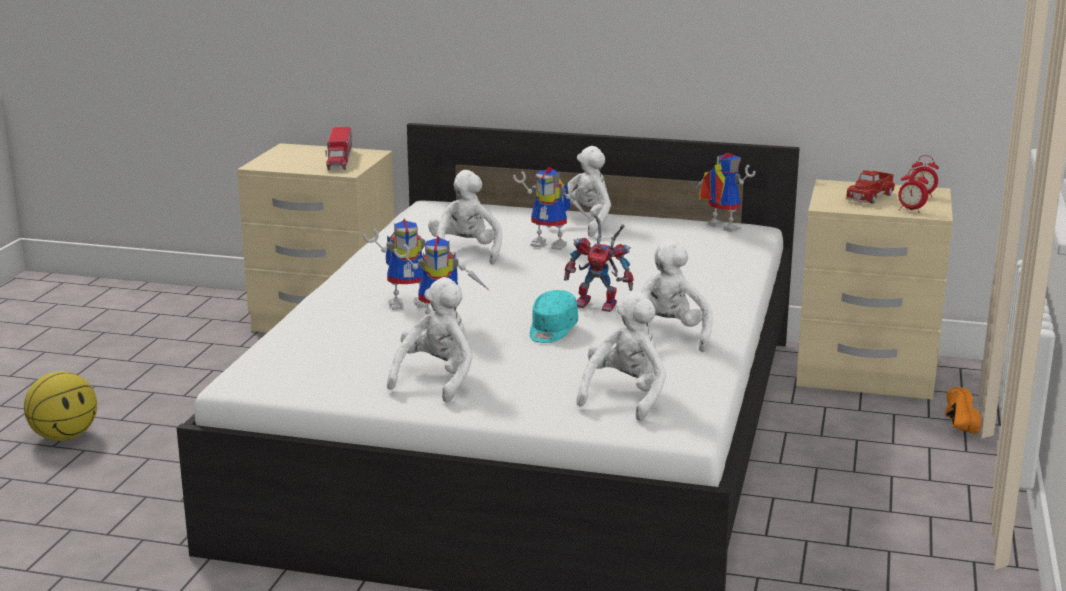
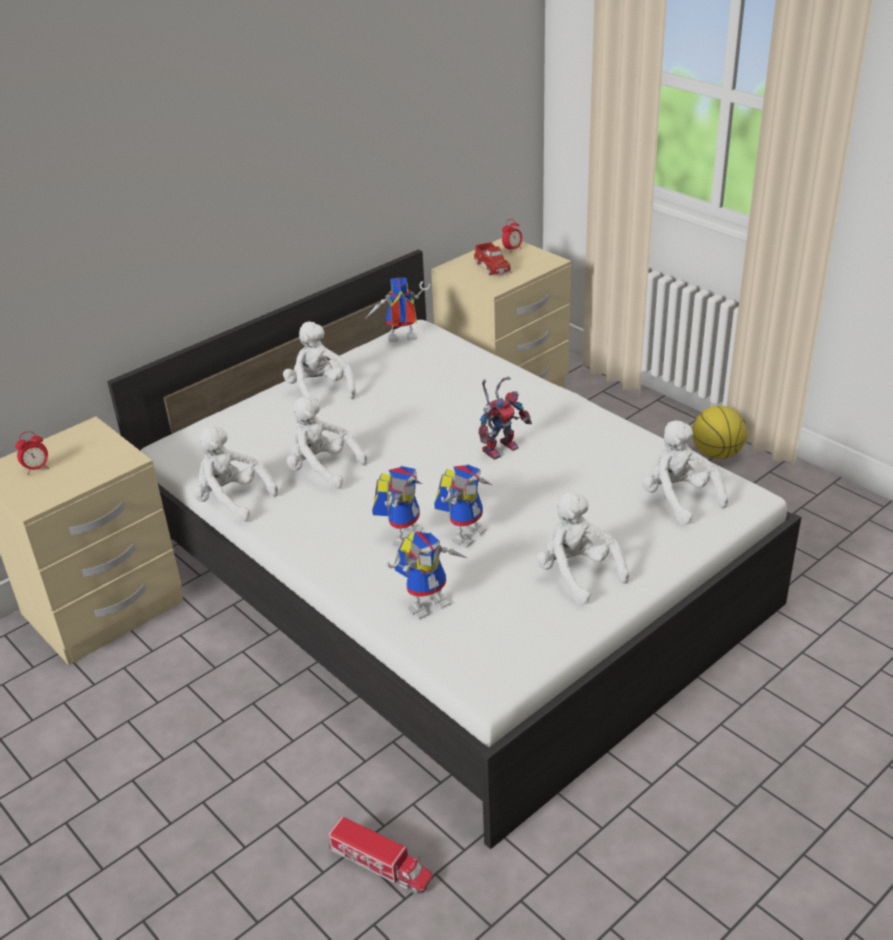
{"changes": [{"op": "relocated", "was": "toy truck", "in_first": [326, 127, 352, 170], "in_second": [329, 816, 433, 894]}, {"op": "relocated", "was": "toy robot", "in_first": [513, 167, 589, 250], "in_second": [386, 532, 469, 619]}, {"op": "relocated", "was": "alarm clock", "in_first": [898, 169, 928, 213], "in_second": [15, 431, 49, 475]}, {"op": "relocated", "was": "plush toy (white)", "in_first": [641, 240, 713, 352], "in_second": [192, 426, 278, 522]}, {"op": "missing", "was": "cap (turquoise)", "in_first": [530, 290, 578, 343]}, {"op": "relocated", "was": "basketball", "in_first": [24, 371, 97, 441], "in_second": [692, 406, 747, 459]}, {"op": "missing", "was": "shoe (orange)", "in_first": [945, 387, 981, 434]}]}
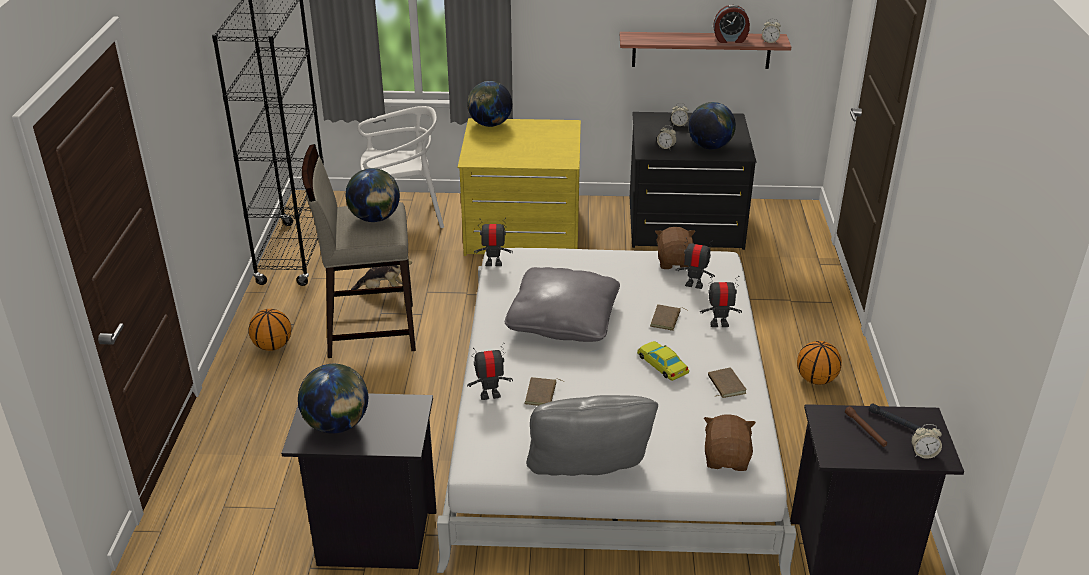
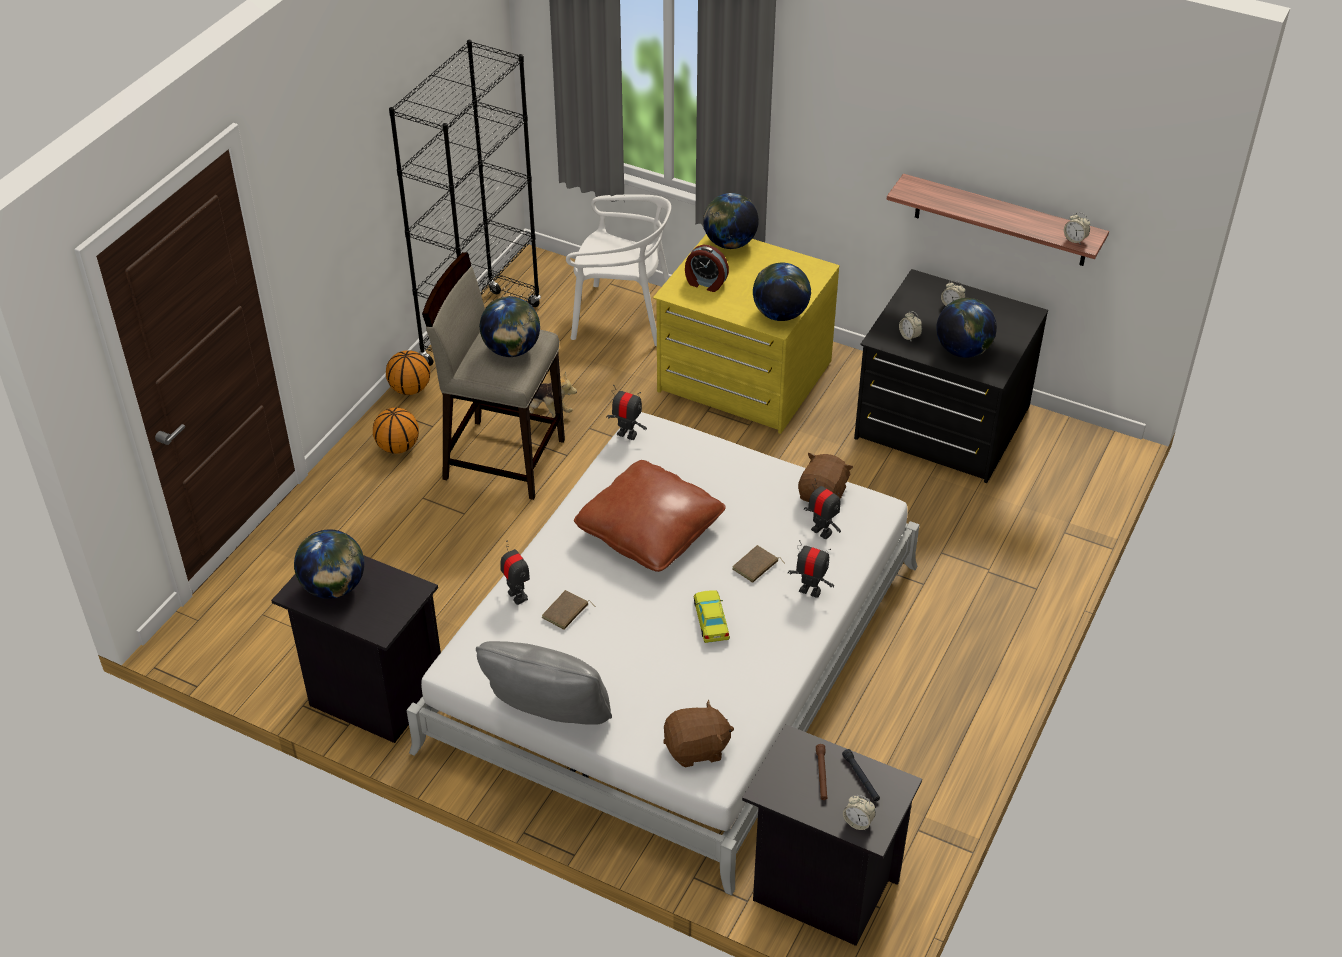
{"changes": [{"op": "relocated", "was": "alarm clock", "in_first": [713, 5, 750, 43], "in_second": [685, 245, 729, 292]}, {"op": "colour", "was": "pillow (grey)", "now": "pillow (brown)", "in_first": [505, 267, 620, 342], "in_second": [574, 460, 726, 572]}, {"op": "relocated", "was": "basketball", "in_first": [797, 341, 842, 385], "in_second": [386, 350, 430, 395]}, {"op": "spun", "was": "toy robot", "in_first": [467, 343, 513, 400], "in_second": [500, 541, 530, 605], "clockwise": 45}, {"op": "missing", "was": "book (brown)", "in_first": [708, 367, 747, 398]}, {"op": "spun", "was": "plush toy (brown)", "in_first": [704, 414, 756, 471], "in_second": [663, 700, 734, 767], "clockwise": 45}, {"op": "appeared", "now": "globe", "in_second": [753, 263, 811, 321]}]}
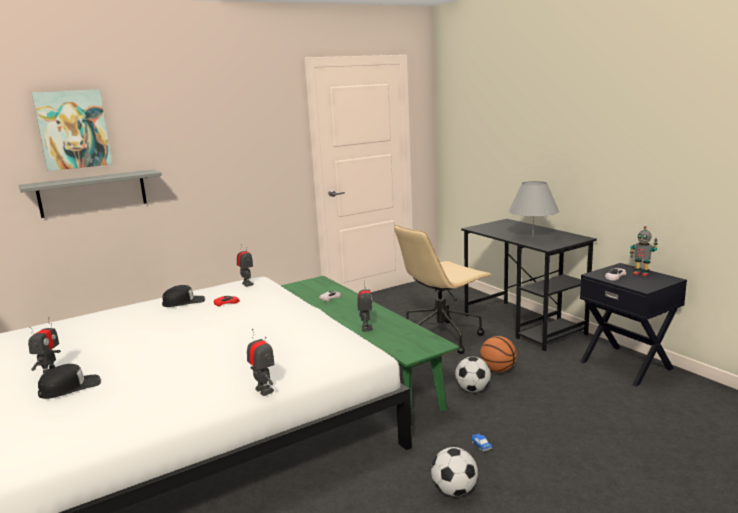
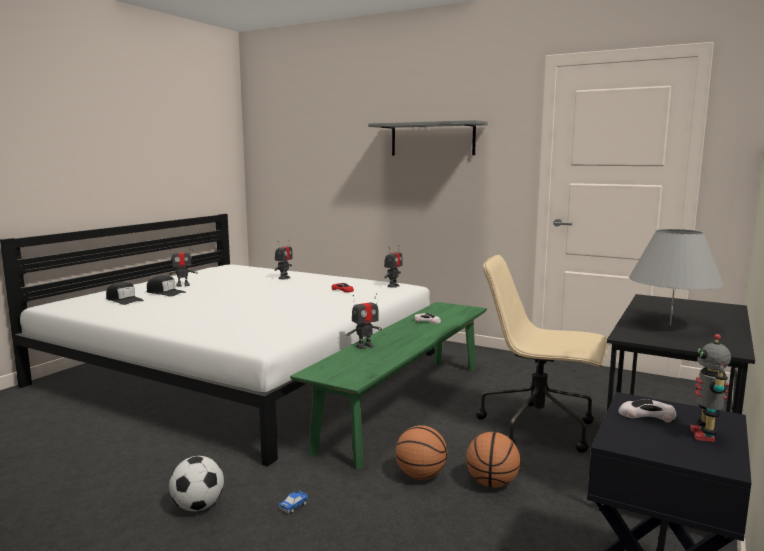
{"changes": [{"op": "missing", "was": "picture", "in_first": [32, 89, 113, 171]}, {"op": "relocated", "was": "shelf (grey)", "in_first": [19, 169, 162, 218], "in_second": [368, 120, 488, 155]}, {"op": "relocated", "was": "cap (black)", "in_first": [162, 285, 205, 307], "in_second": [106, 281, 144, 305]}, {"op": "relocated", "was": "toy robot", "in_first": [247, 329, 274, 396], "in_second": [275, 241, 293, 279]}, {"op": "exchanged", "was": "football", "now": "basketball", "in_first": [455, 357, 491, 392], "in_second": [395, 425, 448, 480]}]}
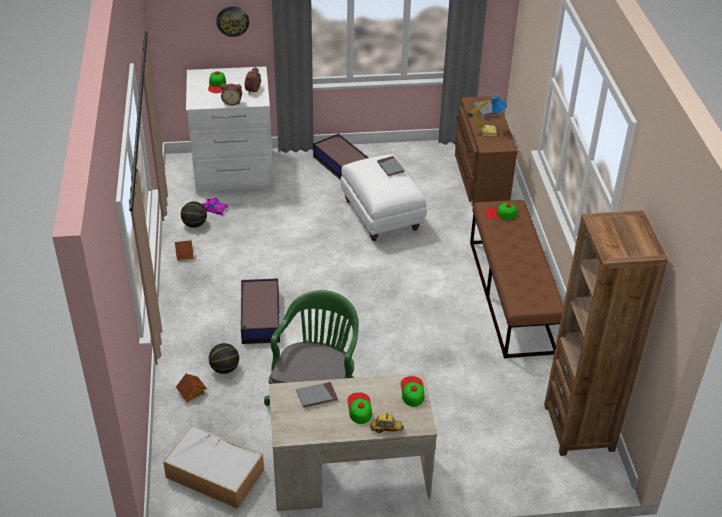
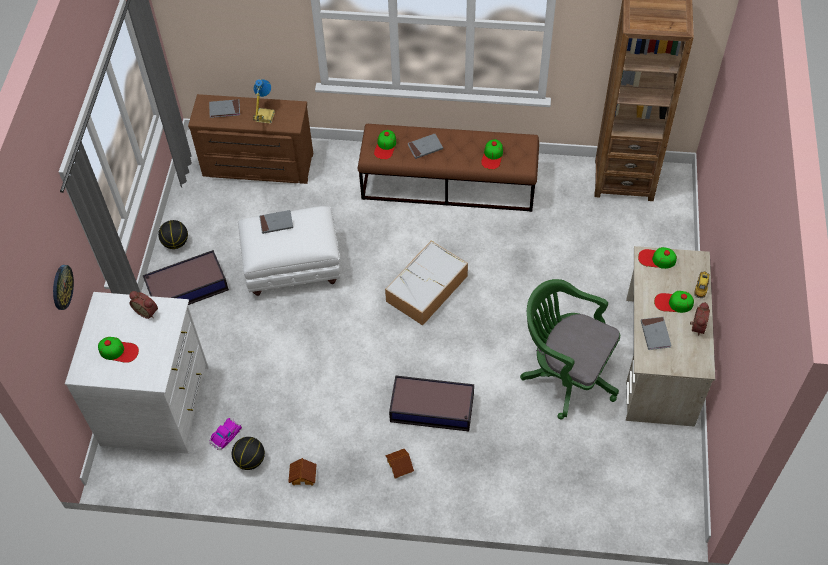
{"changes": [{"op": "relocated", "was": "alarm clock", "in_first": [221, 83, 242, 106], "in_second": [690, 302, 710, 336]}, {"op": "relocated", "was": "basketball", "in_first": [209, 343, 239, 374], "in_second": [158, 220, 188, 249]}, {"op": "relocated", "was": "toy house", "in_first": [176, 373, 207, 402], "in_second": [385, 449, 414, 478]}, {"op": "relocated", "was": "storage box", "in_first": [163, 425, 264, 509], "in_second": [385, 240, 468, 326]}, {"op": "appeared", "now": "book (grey)", "in_second": [408, 134, 443, 159]}, {"op": "appeared", "now": "cap", "in_second": [481, 139, 503, 170]}]}
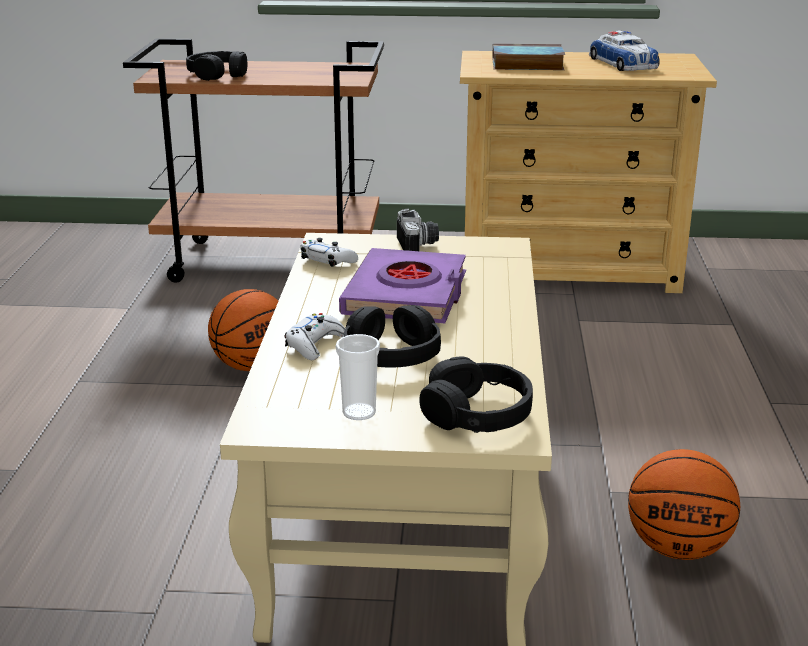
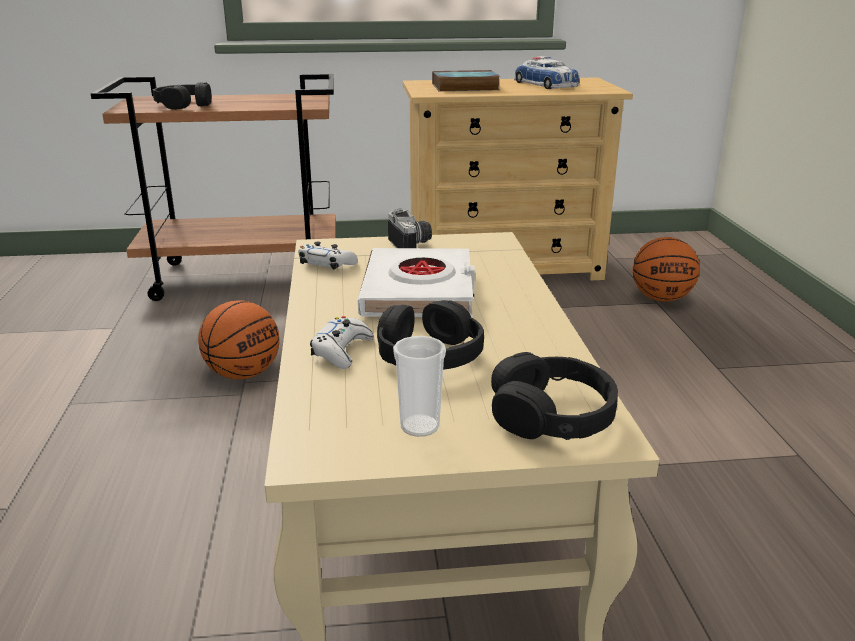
{"changes": [{"op": "colour", "was": "book (purple)", "now": "book (white)", "in_first": [339, 248, 466, 323], "in_second": [358, 248, 475, 318]}, {"op": "relocated", "was": "basketball", "in_first": [628, 449, 740, 560], "in_second": [632, 237, 700, 302]}]}
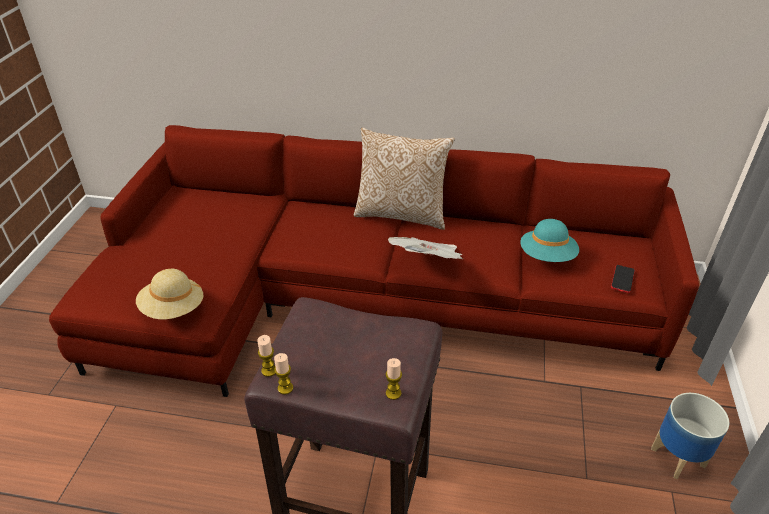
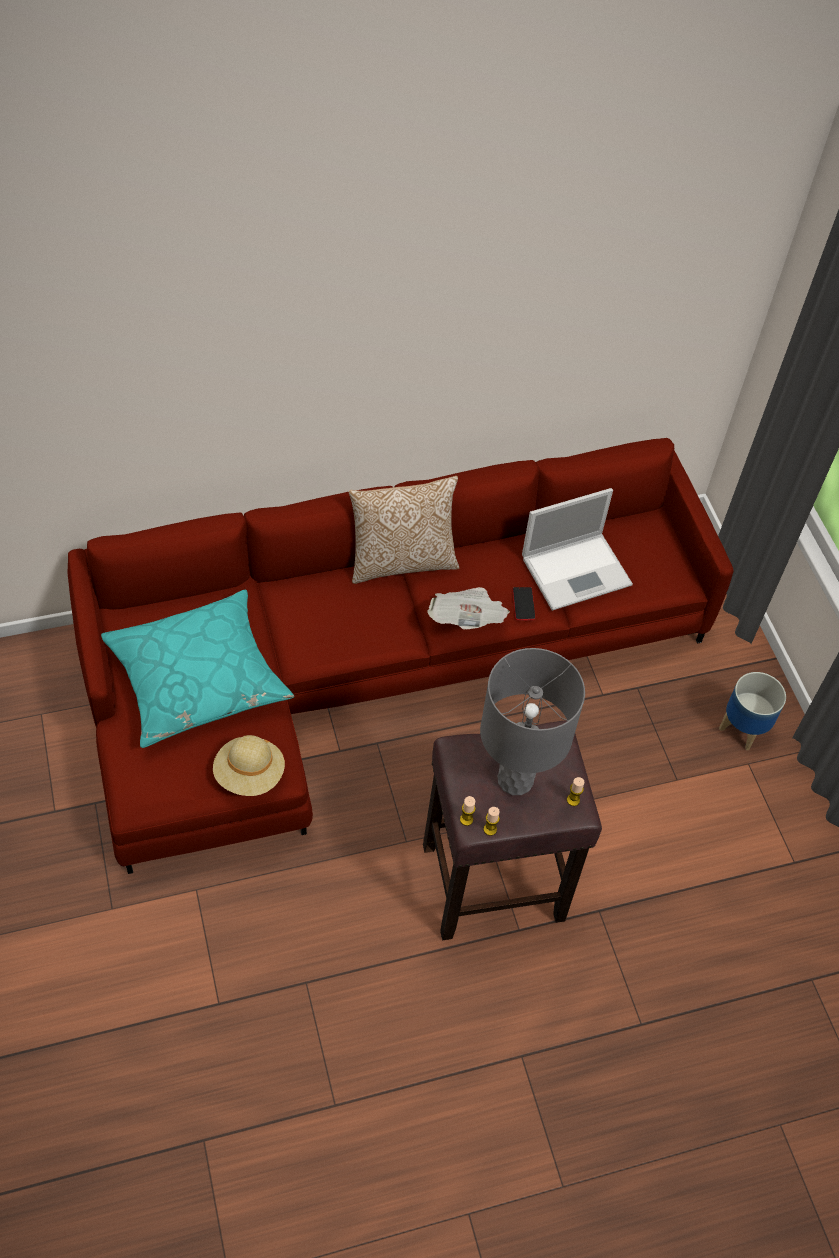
{"changes": [{"op": "exchanged", "was": "hat (turquoise)", "now": "laptop", "in_first": [520, 219, 579, 262], "in_second": [522, 488, 633, 611]}, {"op": "relocated", "was": "phone", "in_first": [611, 265, 635, 293], "in_second": [513, 587, 535, 620]}, {"op": "appeared", "now": "pillow (turquoise)", "in_second": [101, 590, 294, 748]}, {"op": "appeared", "now": "table lamp (grey)", "in_second": [480, 648, 585, 795]}]}
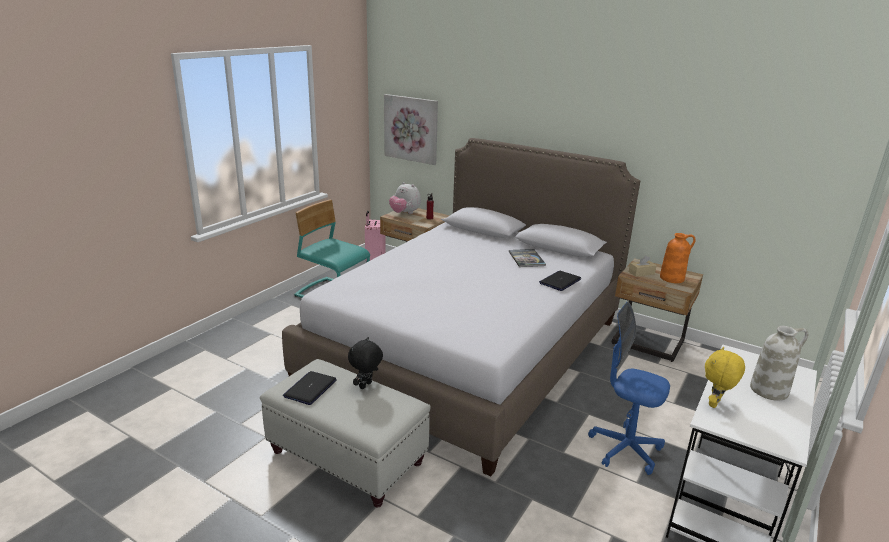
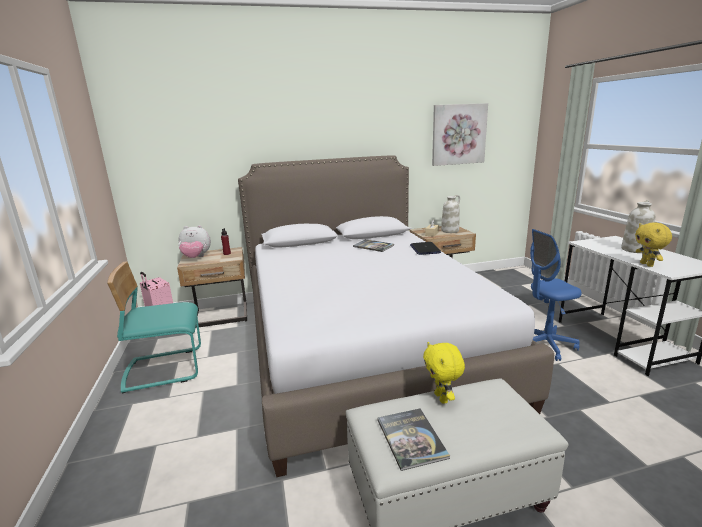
{"changes": [{"op": "relocated", "was": "picture", "in_first": [384, 94, 438, 165], "in_second": [432, 103, 488, 166]}, {"op": "colour", "was": "vase (orange)", "now": "vase (white)", "in_first": [660, 233, 696, 283], "in_second": [441, 195, 460, 233]}, {"op": "colour", "was": "plush toy (black)", "now": "plush toy (yellow)", "in_first": [348, 337, 383, 389], "in_second": [423, 342, 465, 404]}, {"op": "exchanged", "was": "laptop", "now": "book", "in_first": [283, 371, 337, 405], "in_second": [377, 408, 450, 471]}]}
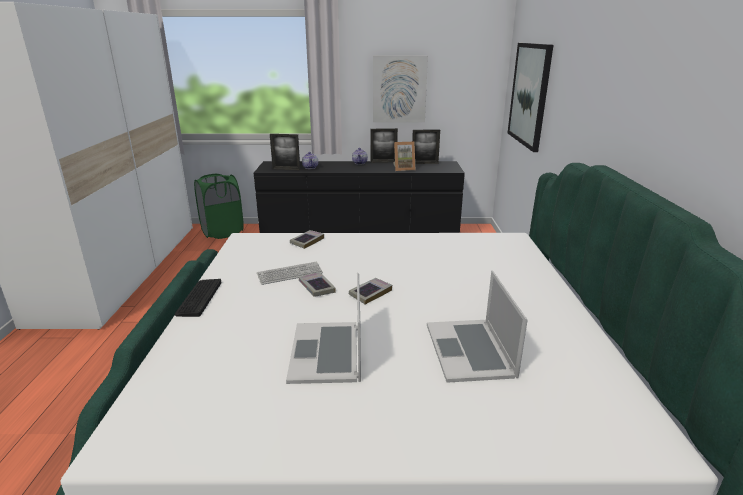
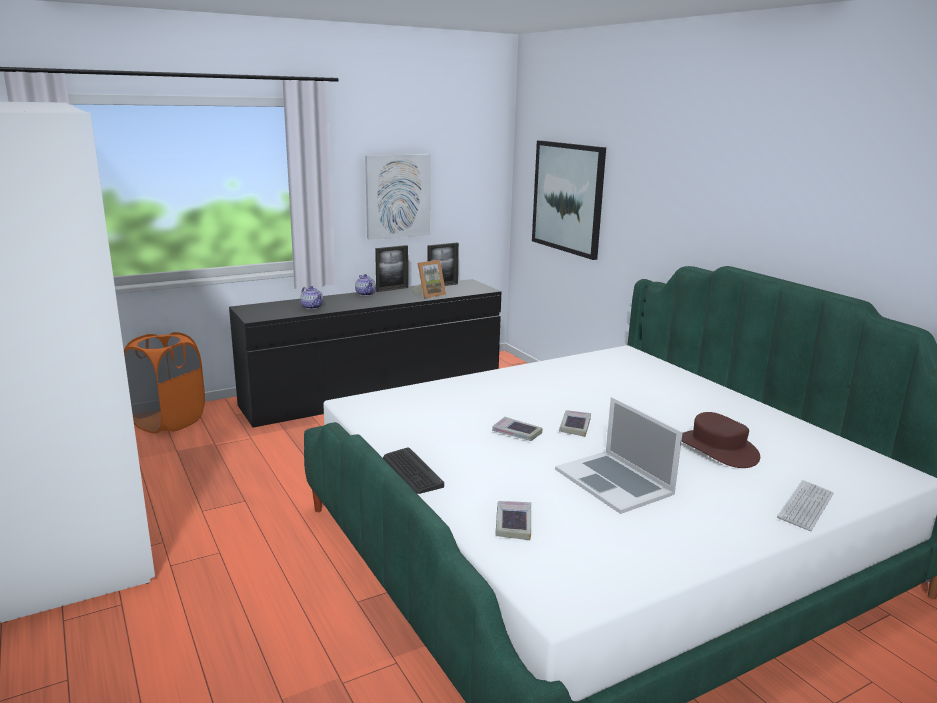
{"changes": [{"op": "missing", "was": "picture frame", "in_first": [270, 134, 300, 170]}, {"op": "colour", "was": "laundry basket (green)", "now": "laundry basket (orange)", "in_first": [194, 173, 243, 239], "in_second": [124, 332, 205, 434]}, {"op": "relocated", "was": "book", "in_first": [290, 230, 324, 249], "in_second": [495, 501, 531, 540]}, {"op": "relocated", "was": "keyboard", "in_first": [257, 262, 323, 285], "in_second": [777, 480, 834, 531]}, {"op": "exchanged", "was": "laptop", "now": "hat (brown)", "in_first": [427, 270, 528, 383], "in_second": [681, 412, 760, 468]}]}
